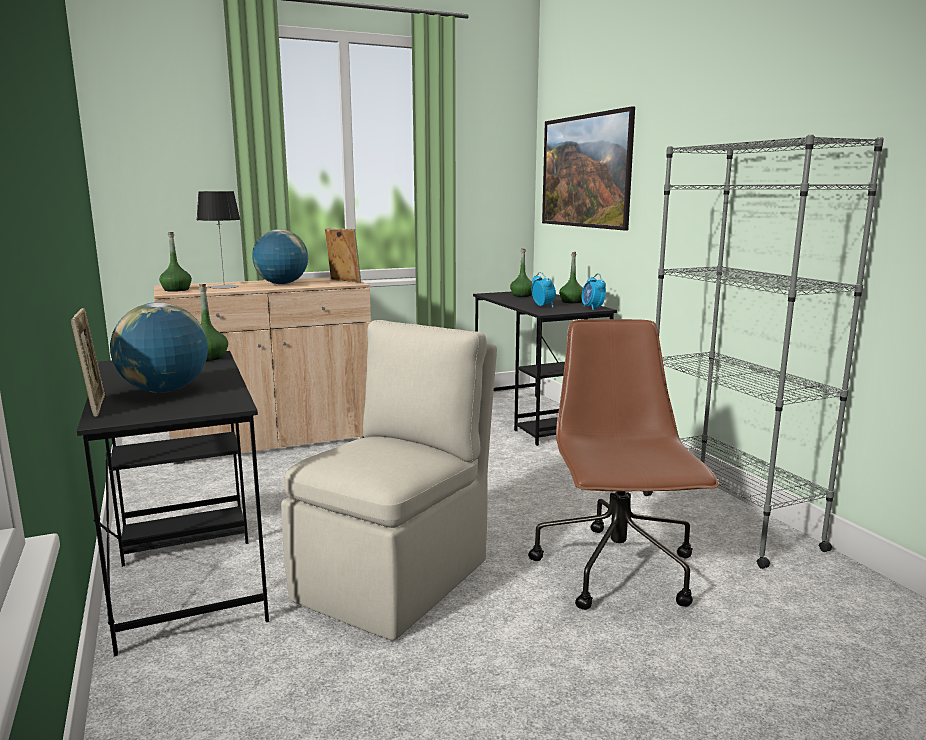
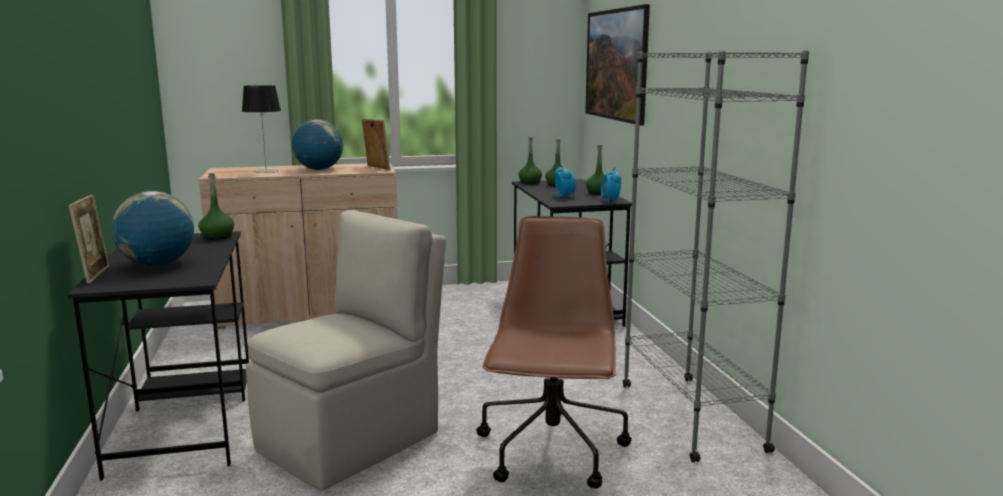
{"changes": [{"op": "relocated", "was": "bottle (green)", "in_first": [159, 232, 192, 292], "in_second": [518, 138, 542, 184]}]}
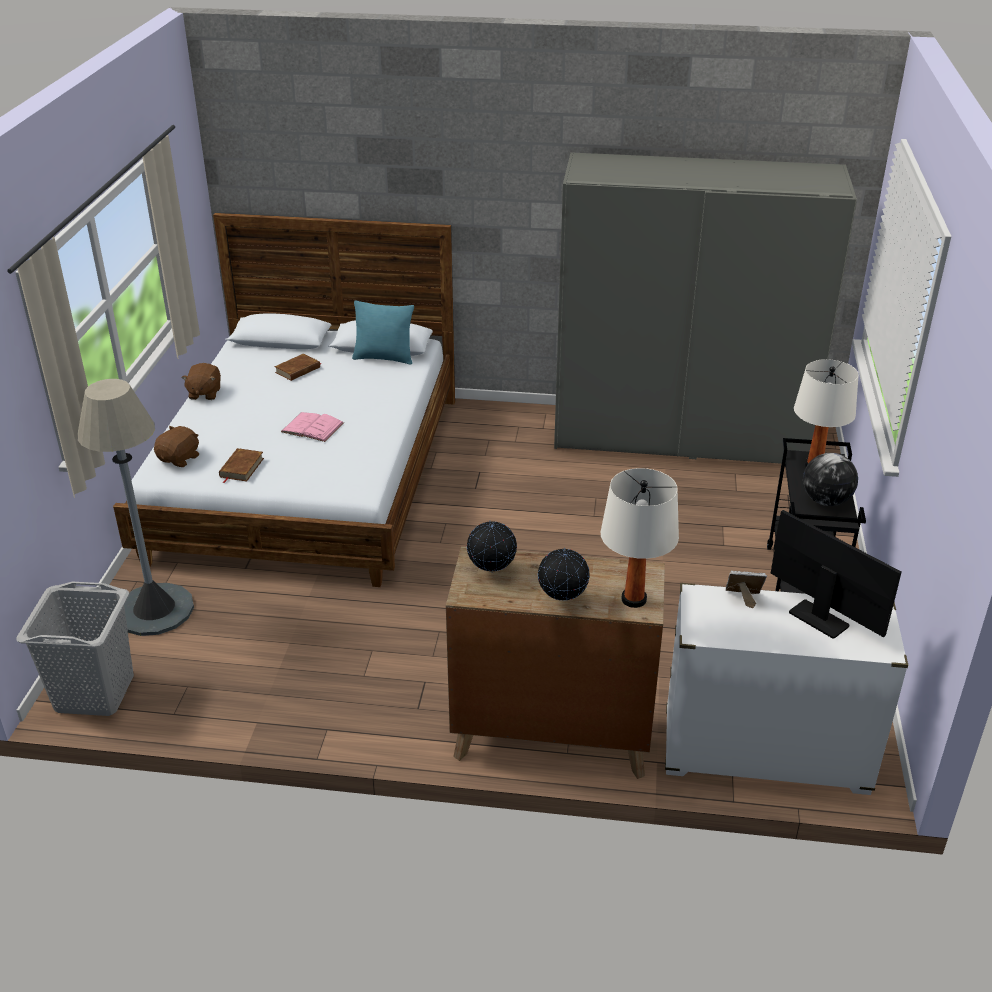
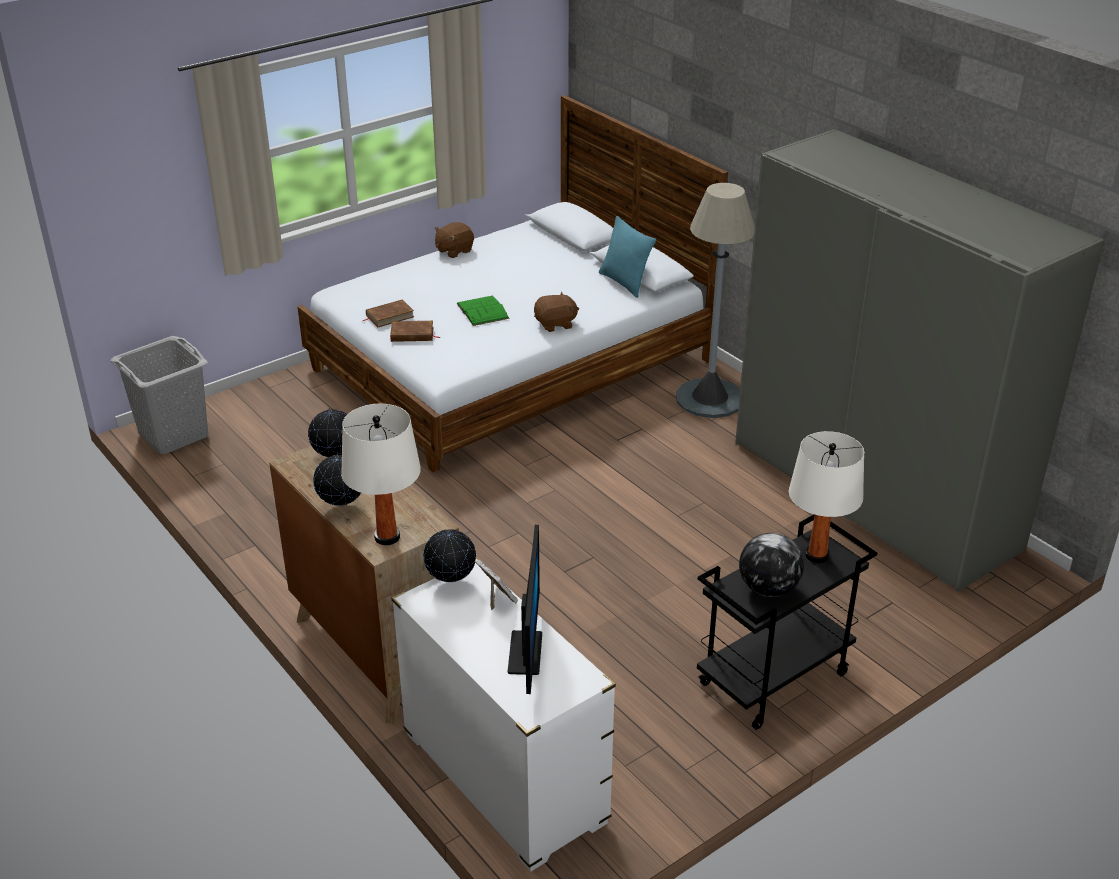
{"changes": [{"op": "relocated", "was": "book (brown)", "in_first": [274, 353, 322, 381], "in_second": [390, 321, 440, 342]}, {"op": "relocated", "was": "floor lamp (grey)", "in_first": [77, 379, 194, 636], "in_second": [676, 183, 755, 418]}, {"op": "colour", "was": "book (pink)", "now": "book (green)", "in_first": [281, 412, 344, 442], "in_second": [457, 296, 510, 326]}, {"op": "relocated", "was": "plush toy (brown)", "in_first": [154, 426, 199, 467], "in_second": [534, 292, 579, 332]}, {"op": "appeared", "now": "globe", "in_second": [423, 529, 476, 582]}]}
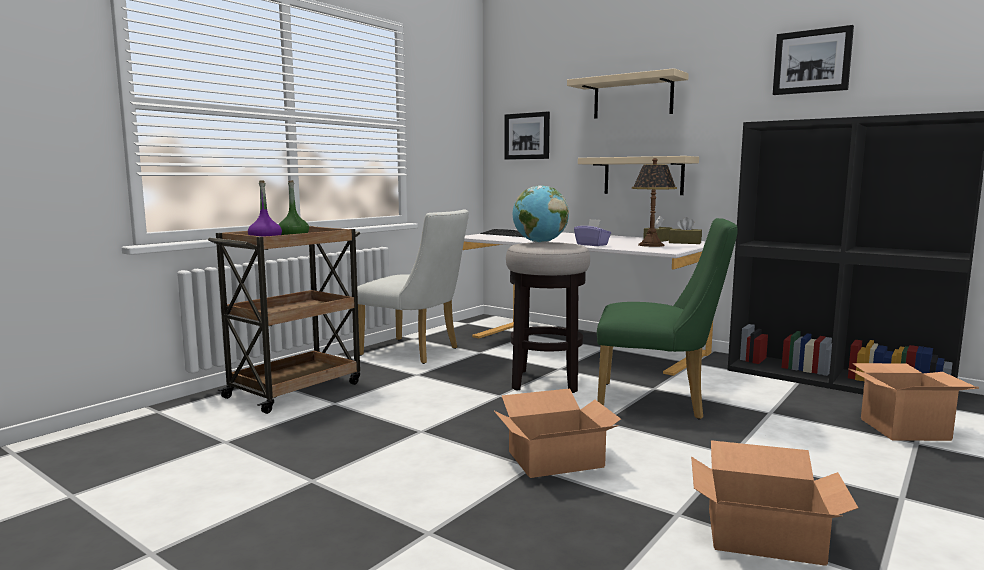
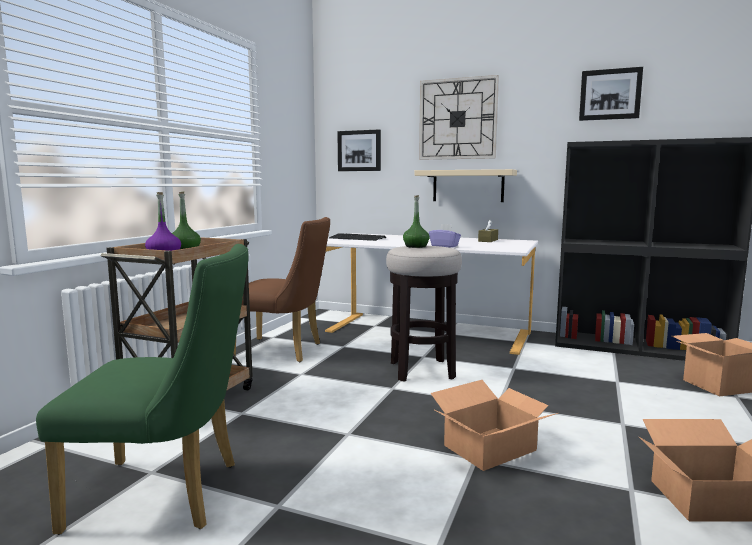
{"changes": [{"op": "exchanged", "was": "shelf (beige)", "now": "wall clock", "in_first": [567, 68, 689, 119], "in_second": [419, 75, 499, 160]}, {"op": "missing", "was": "table lamp", "in_first": [632, 158, 677, 247]}, {"op": "exchanged", "was": "globe", "now": "bottle (green)", "in_first": [513, 186, 569, 243], "in_second": [403, 195, 430, 248]}, {"op": "colour", "was": "chair (white)", "now": "chair (brown)", "in_first": [357, 209, 469, 364], "in_second": [234, 217, 330, 362]}, {"op": "missing", "was": "tissue box (brown)", "in_first": [669, 217, 702, 244]}, {"op": "relocated", "was": "chair (green)", "in_first": [597, 218, 738, 419], "in_second": [36, 244, 249, 535]}]}
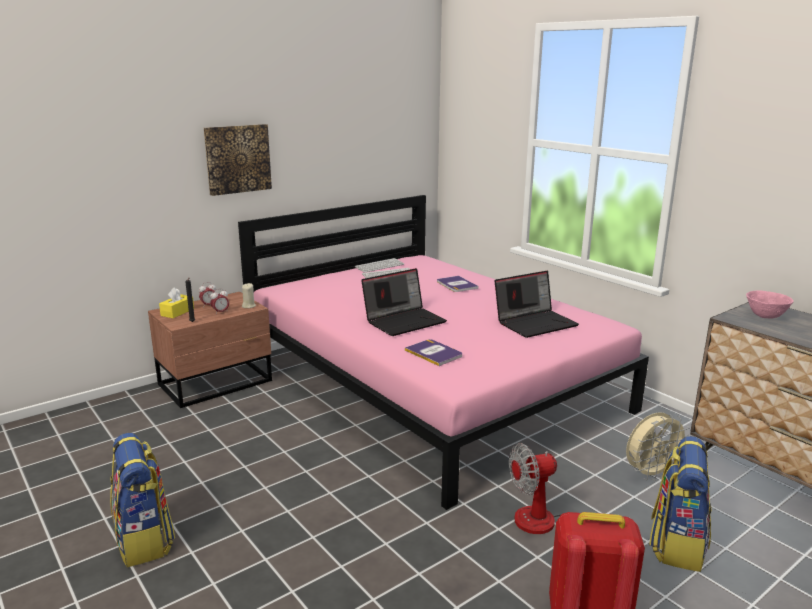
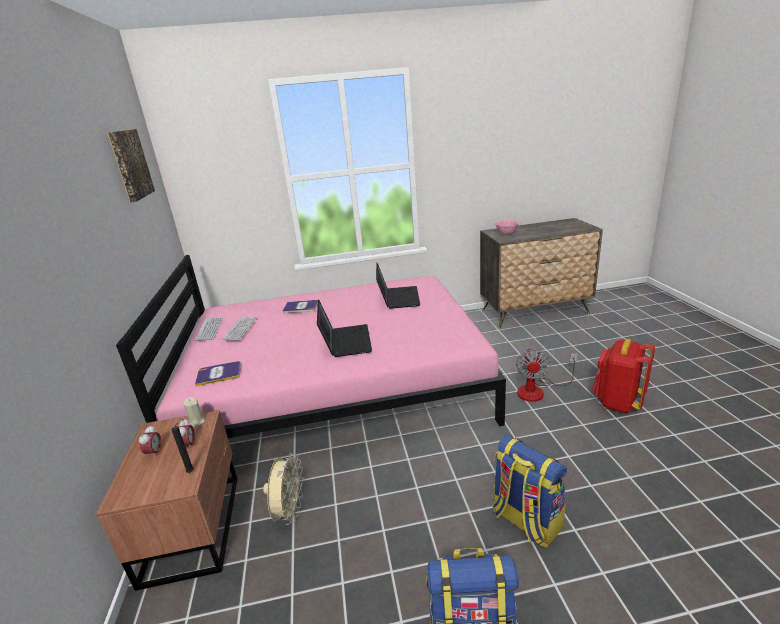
{"changes": [{"op": "relocated", "was": "picture", "in_first": [204, 124, 272, 196], "in_second": [107, 129, 155, 203]}, {"op": "missing", "was": "tissue box (yellow)", "in_first": [159, 287, 194, 318]}, {"op": "relocated", "was": "book", "in_first": [405, 339, 462, 366], "in_second": [195, 361, 241, 386]}, {"op": "relocated", "was": "fan (beige)", "in_first": [626, 412, 690, 481], "in_second": [263, 453, 304, 525]}, {"op": "relocated", "was": "backpack", "in_first": [649, 436, 711, 572], "in_second": [493, 435, 567, 548]}]}
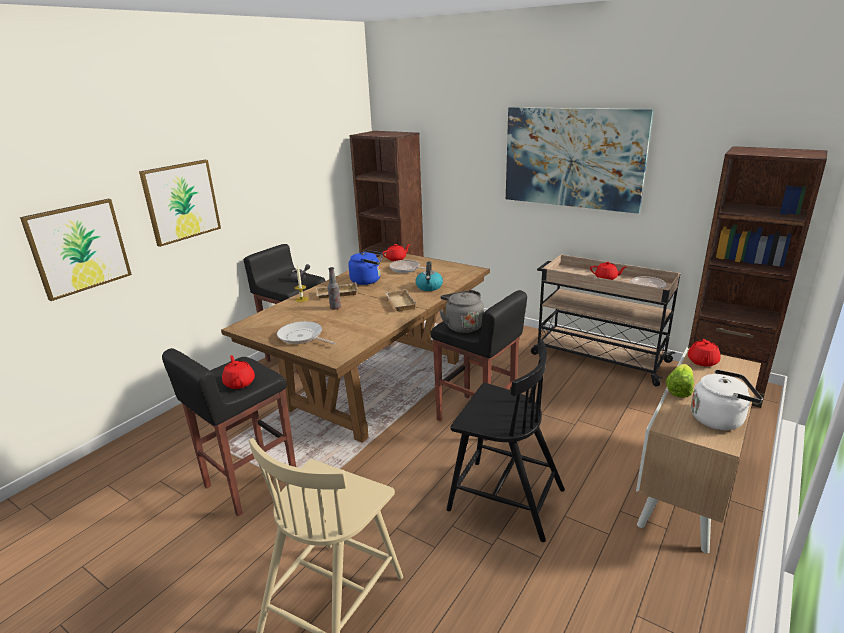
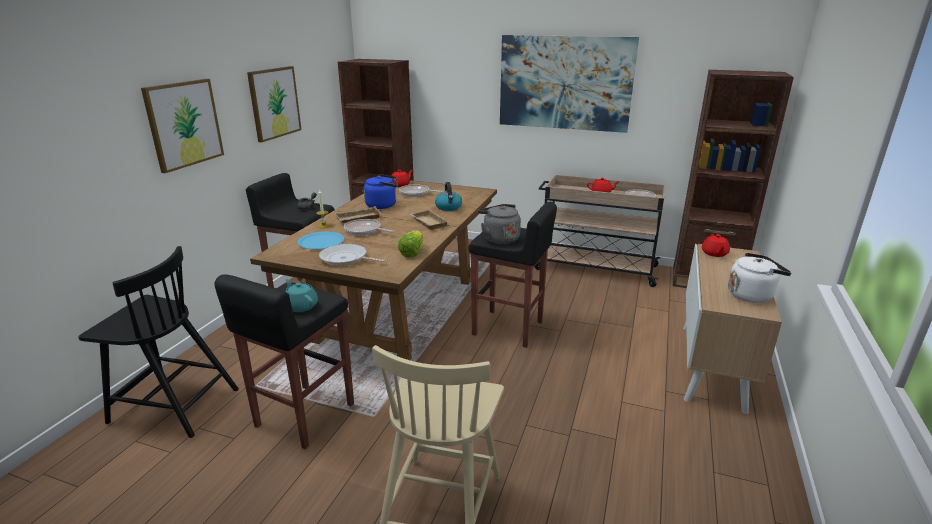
{"changes": [{"op": "relocated", "was": "picture", "in_first": [20, 199, 132, 301], "in_second": [247, 66, 302, 142]}, {"op": "exchanged", "was": "bottle", "now": "frying pan", "in_first": [328, 267, 341, 310], "in_second": [344, 219, 394, 235]}, {"op": "relocated", "was": "chair (black)", "in_first": [447, 340, 565, 542], "in_second": [78, 246, 239, 438]}, {"op": "colour", "was": "teapot (red)", "now": "teapot (turquoise)", "in_first": [222, 355, 255, 389], "in_second": [285, 279, 318, 312]}, {"op": "relocated", "was": "lettuce", "in_first": [665, 364, 694, 398], "in_second": [398, 231, 423, 258]}, {"op": "appeared", "now": "plate (blue)", "in_second": [297, 231, 344, 250]}]}
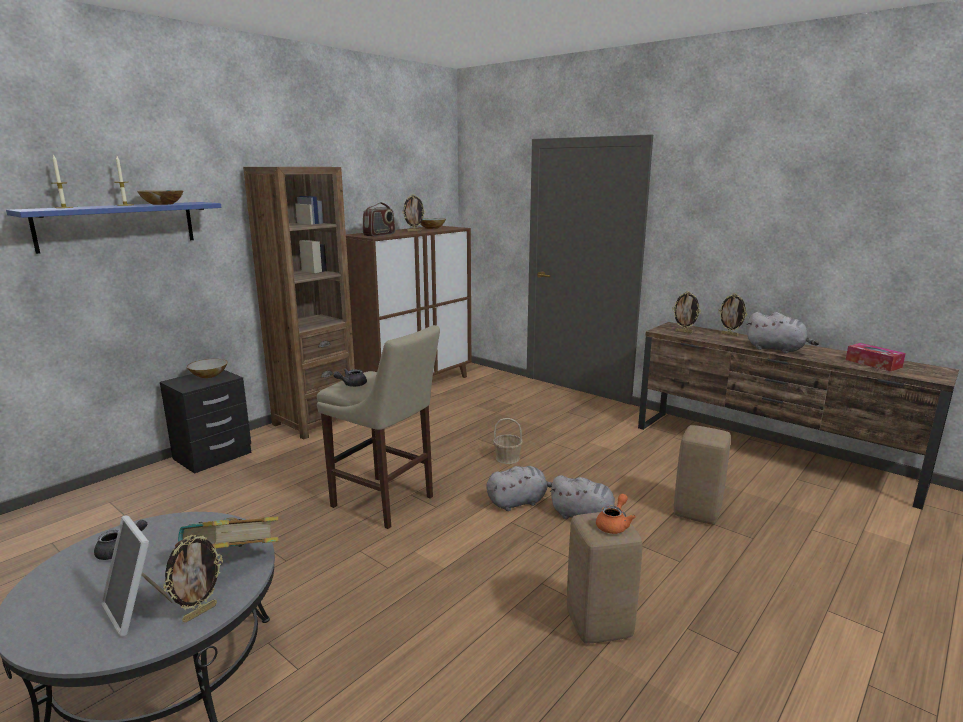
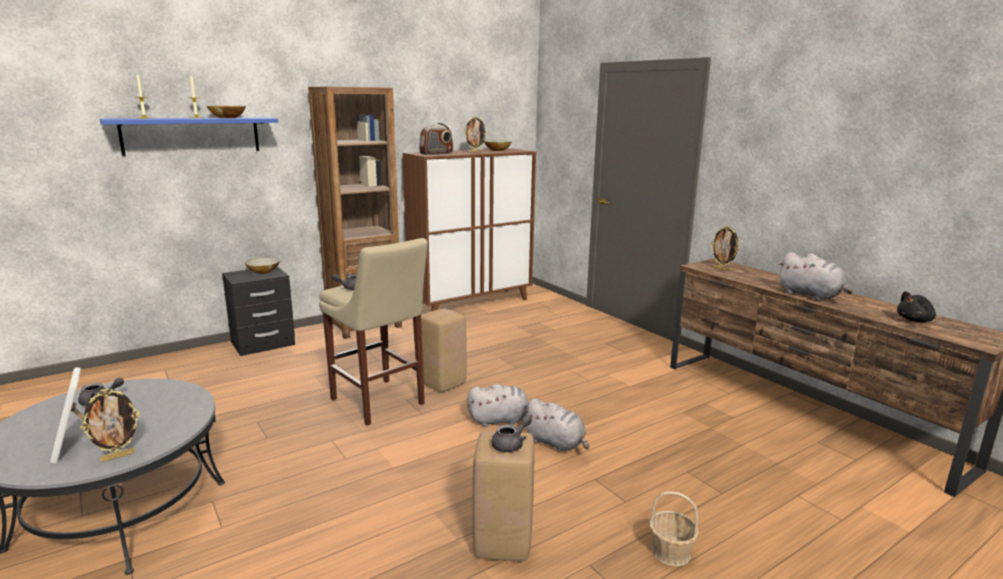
{"changes": [{"op": "missing", "was": "picture frame", "in_first": [718, 293, 747, 336]}, {"op": "exchanged", "was": "tissue box", "now": "plush toy (black)", "in_first": [846, 343, 906, 371], "in_second": [897, 291, 936, 322]}, {"op": "relocated", "was": "basket", "in_first": [493, 418, 523, 464], "in_second": [649, 491, 699, 566]}, {"op": "relocated", "was": "stool (beige)", "in_first": [674, 425, 731, 525], "in_second": [421, 309, 467, 392]}, {"op": "colour", "was": "teapot (orange)", "now": "teapot (grey)", "in_first": [596, 494, 636, 534], "in_second": [492, 415, 532, 452]}, {"op": "missing", "was": "book", "in_first": [175, 516, 279, 548]}]}
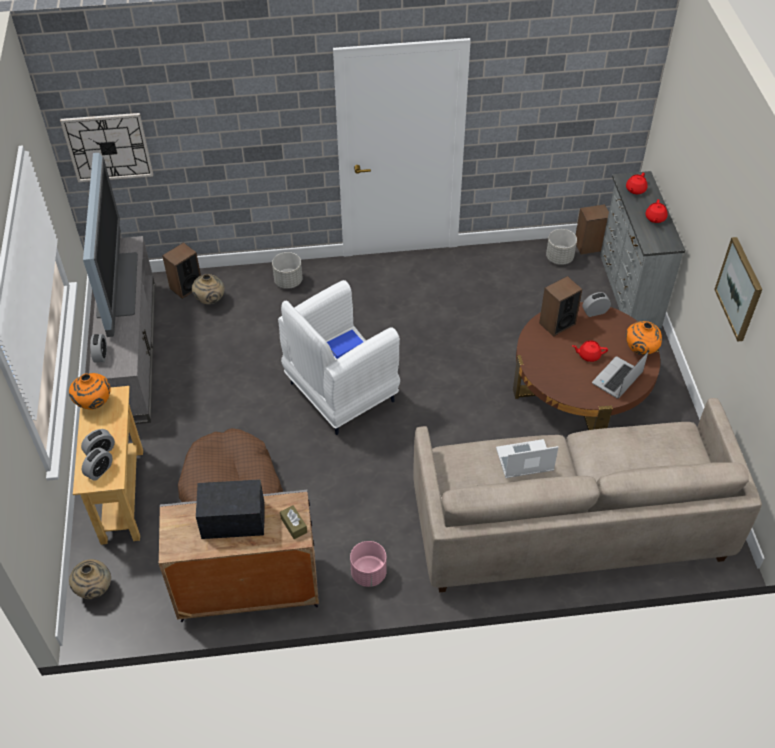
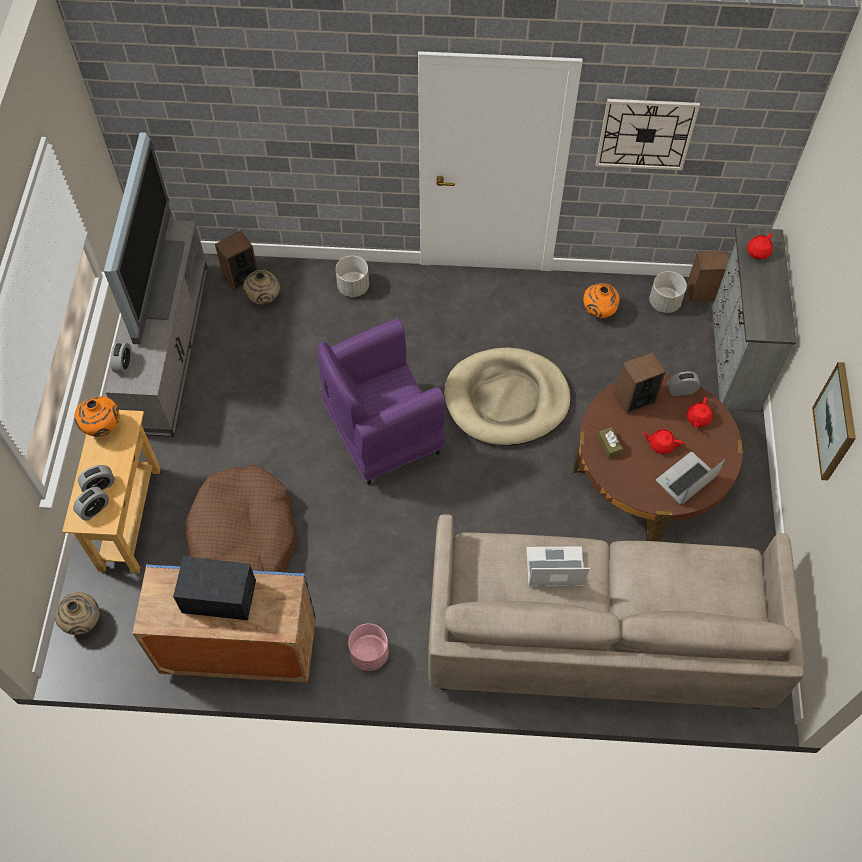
{"changes": [{"op": "relocated", "was": "wall clock", "in_first": [60, 113, 153, 182], "in_second": [596, 99, 700, 170]}, {"op": "relocated", "was": "teapot (red)", "in_first": [645, 199, 668, 223], "in_second": [687, 397, 712, 428]}, {"op": "colour", "was": "armchair (white)", "now": "armchair (purple)", "in_first": [278, 280, 400, 435], "in_second": [318, 318, 446, 485]}, {"op": "relocated", "was": "vase (orange)", "in_first": [626, 321, 662, 355], "in_second": [583, 283, 620, 318]}, {"op": "missing", "was": "book (blue)", "in_first": [327, 330, 363, 359]}, {"op": "colour", "was": "cabinet (grey)", "now": "cabinet (blue)", "in_first": [159, 490, 319, 622], "in_second": [132, 564, 316, 683]}, {"op": "relocated", "was": "tissue box (brown)", "in_first": [280, 505, 307, 539], "in_second": [597, 427, 623, 459]}, {"op": "appeared", "now": "dog bed (beige)", "in_second": [444, 348, 571, 446]}]}
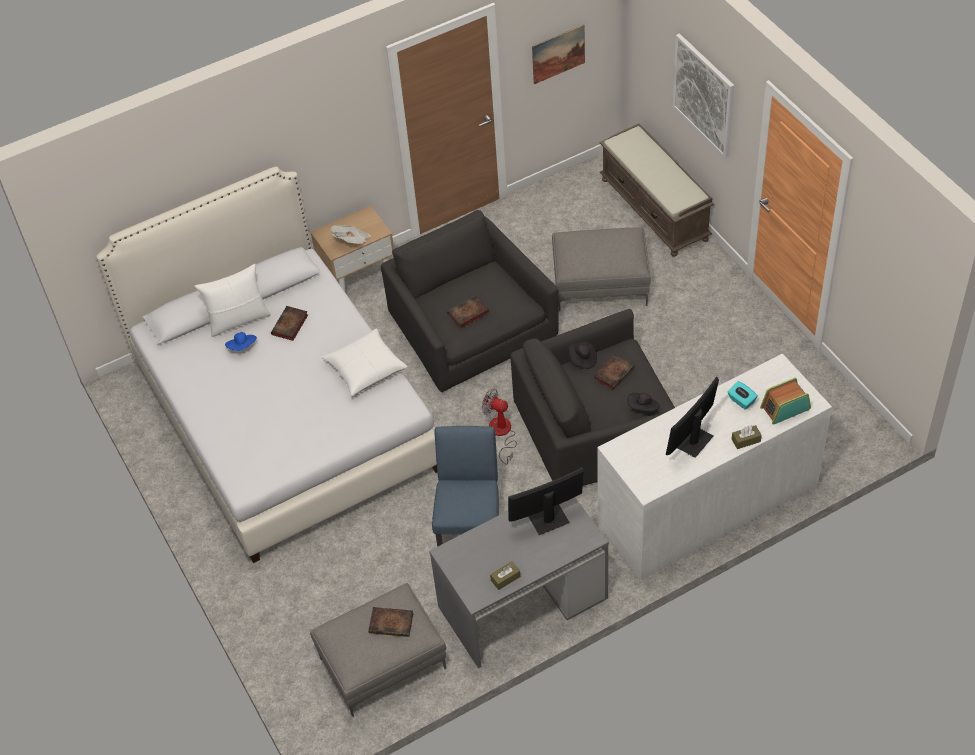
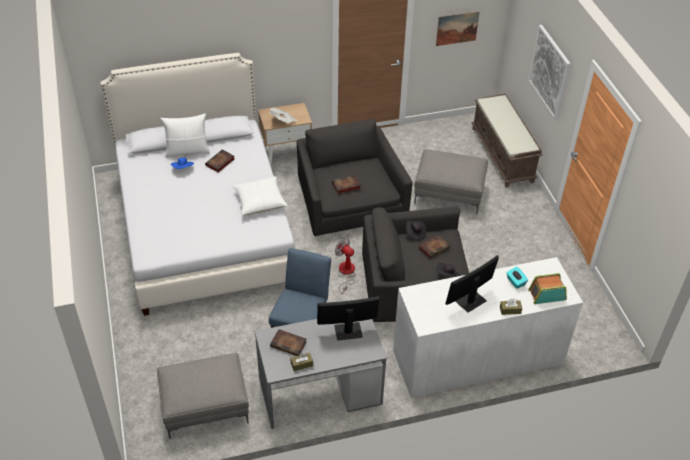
{"changes": [{"op": "relocated", "was": "book", "in_first": [369, 607, 413, 637], "in_second": [270, 329, 307, 356]}]}
